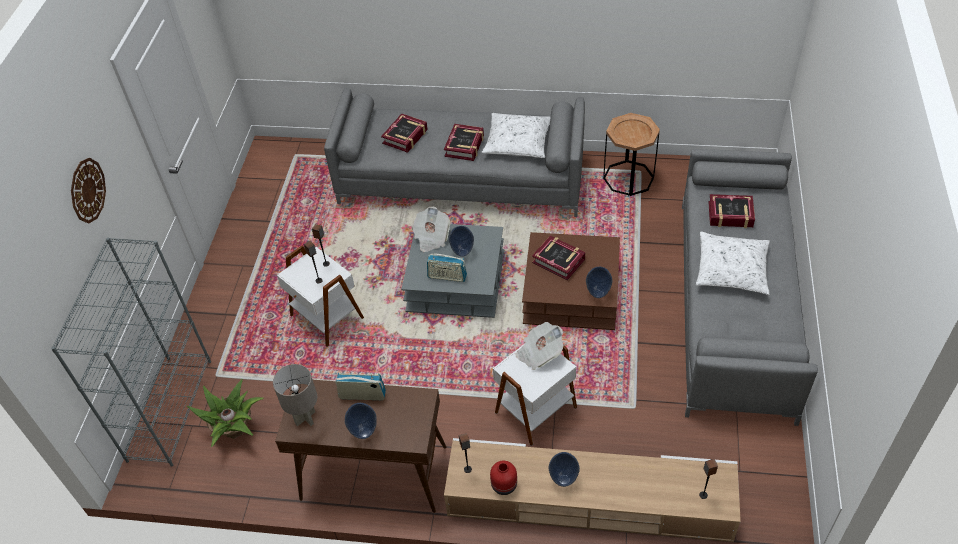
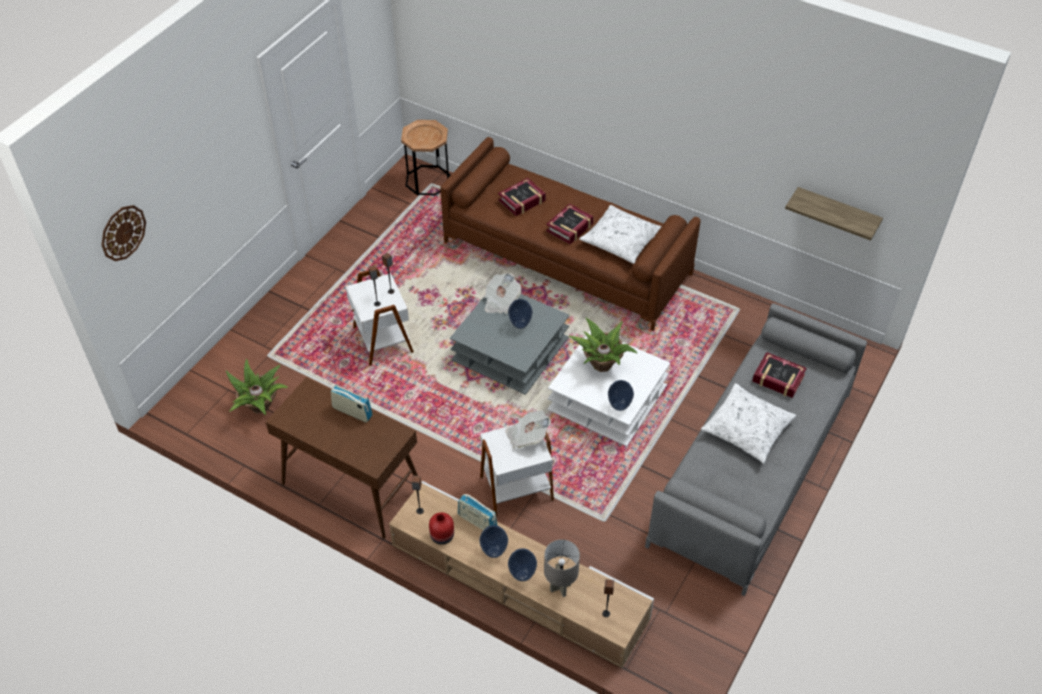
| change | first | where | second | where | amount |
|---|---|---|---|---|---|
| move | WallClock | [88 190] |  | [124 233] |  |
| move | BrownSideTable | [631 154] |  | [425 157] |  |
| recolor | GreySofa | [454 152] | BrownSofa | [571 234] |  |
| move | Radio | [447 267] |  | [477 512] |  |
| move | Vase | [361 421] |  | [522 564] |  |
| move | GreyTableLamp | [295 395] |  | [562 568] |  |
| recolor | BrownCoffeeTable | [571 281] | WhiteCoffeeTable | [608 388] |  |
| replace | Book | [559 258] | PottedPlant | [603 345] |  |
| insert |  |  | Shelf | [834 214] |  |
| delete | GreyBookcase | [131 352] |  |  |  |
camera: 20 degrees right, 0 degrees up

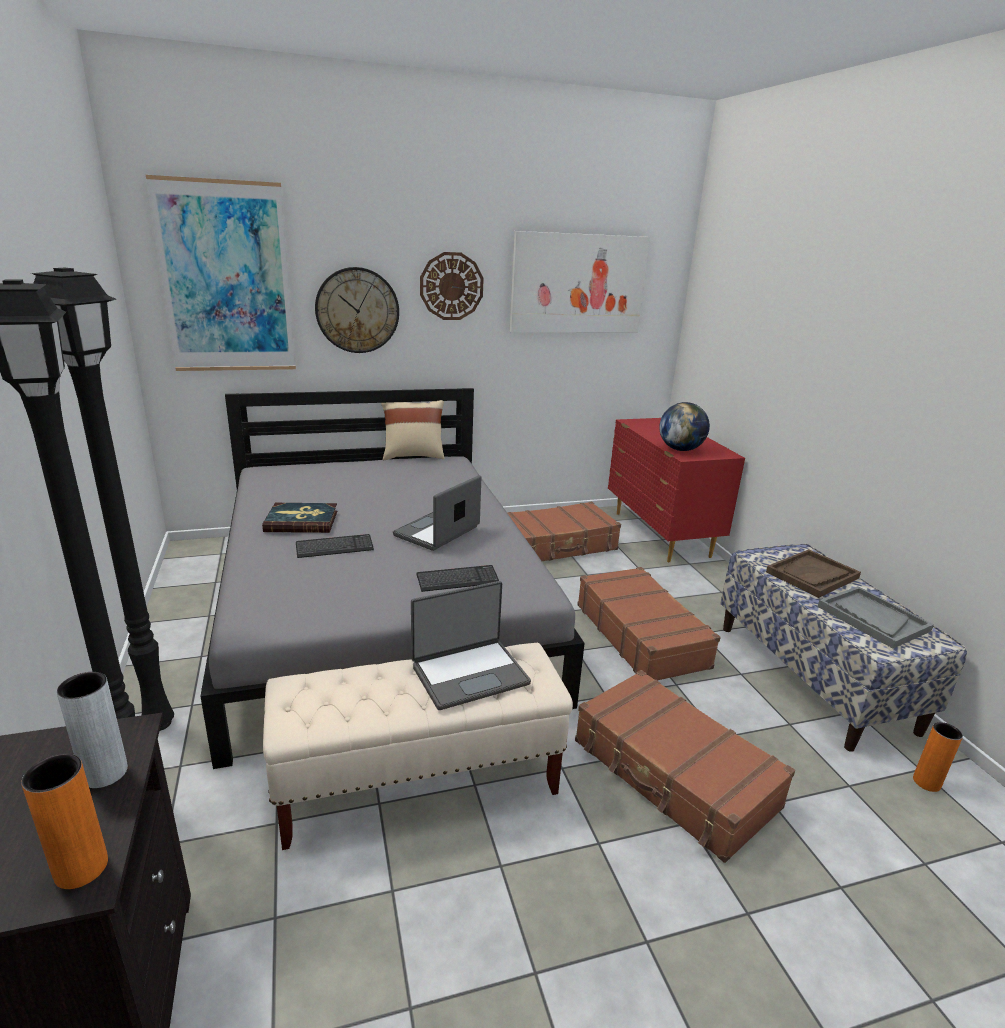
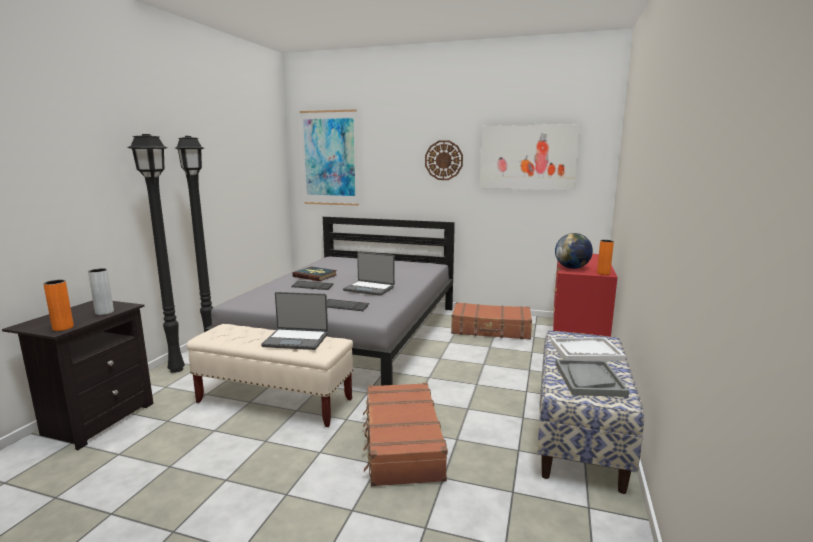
| change | first | where | second | where | amount |
|---|---|---|---|---|---|
| rotate | Laptop | [437 513] |  | [369 274] | 135 degrees counterclockwise |
| recolor | BrownTray | [813 573] | WhiteTray | [588 349] |  |
| move | OrangeVase | [938 757] |  | [605 257] |  |
| delete | WallClock | [357 310] |  |  |  |
| delete | BeigePillow | [413 430] |  |  |  |
| delete | BrownSuitcase | [649 623] |  |  |  |
camera: 35 degrees right, 10 degrees down

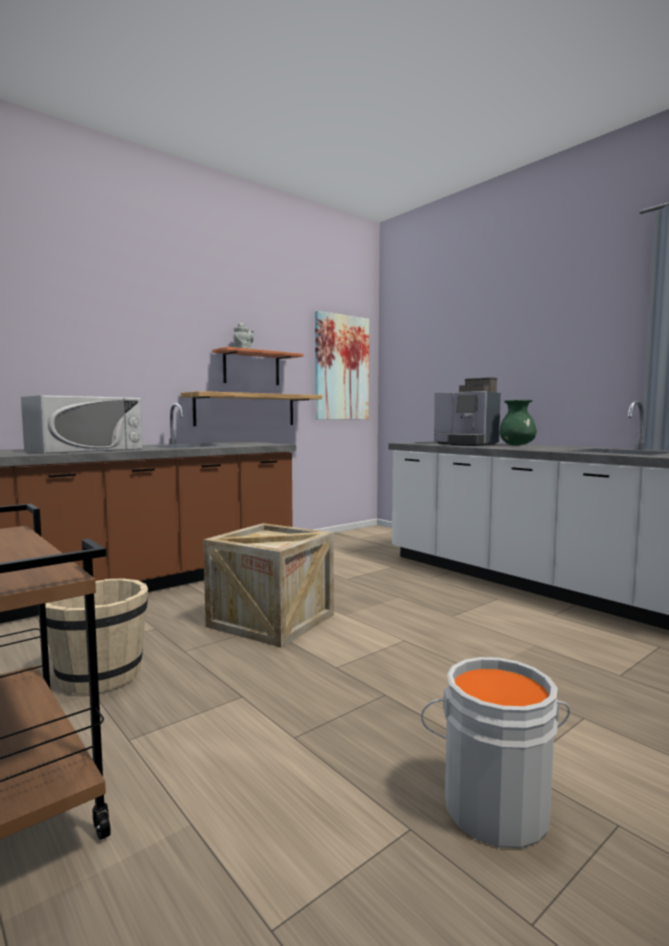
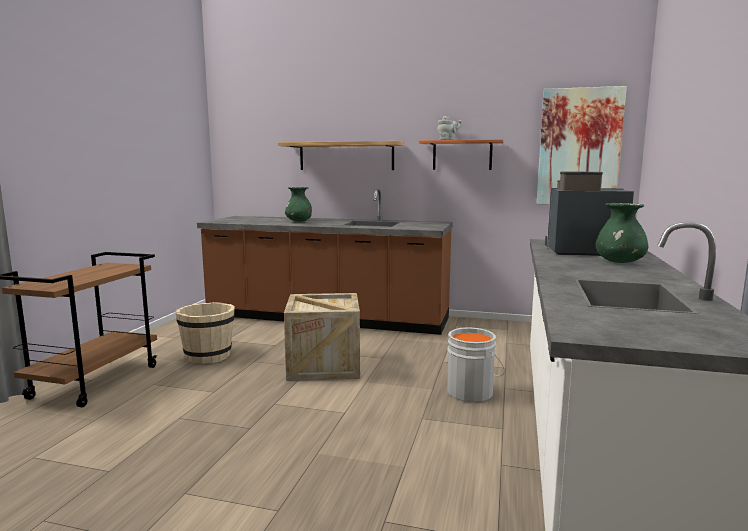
| change | first | where | second | where | amount |
|---|---|---|---|---|---|
| move | Shelf | [251 408] |  | [341 155] |  |
| replace | WhiteMicrowave | [82 424] | GreenVase | [298 204] |  |
| move | GreyBucket | [495 752] |  | [476 364] |  |
| rotate | CoffeeMachine | [467 411] |  | [589 214] | 90 degrees clockwise |
camera: 55 degrees right, 5 degrees up

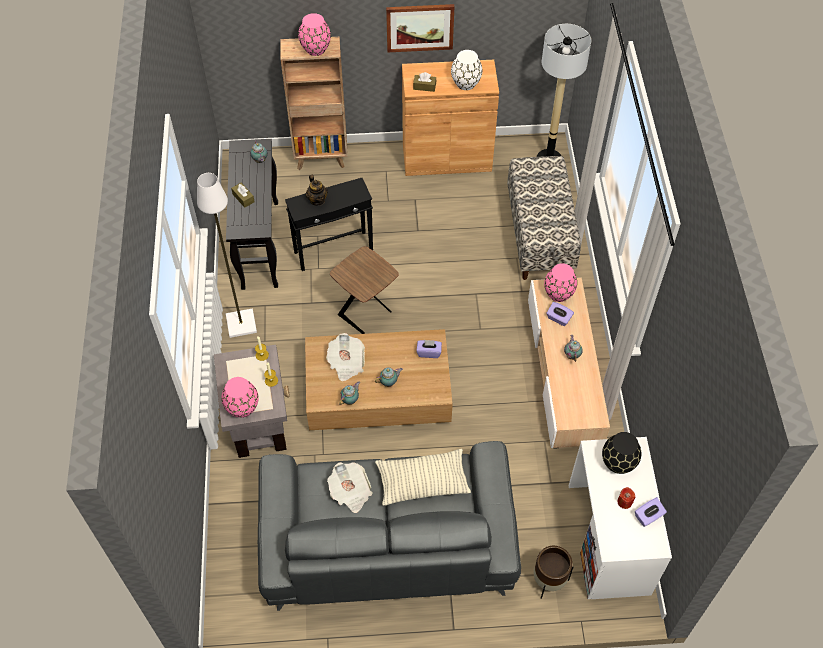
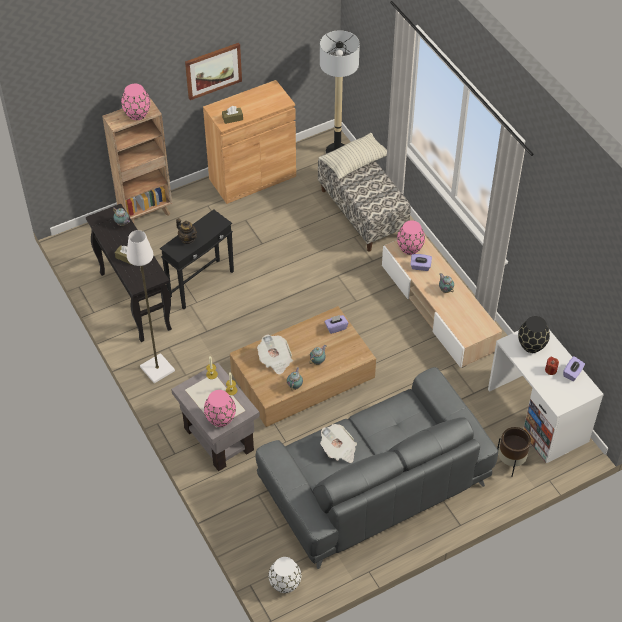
| change | first | where | second | where | amount |
|---|---|---|---|---|---|
| move | WhiteVase | [466 70] |  | [285 575] |  |
| move | Pillow | [423 477] |  | [353 156] |  |
| delete | BrownSideTable | [364 290] |  |  |  |
camera: 25 degrees left, 5 degrees down

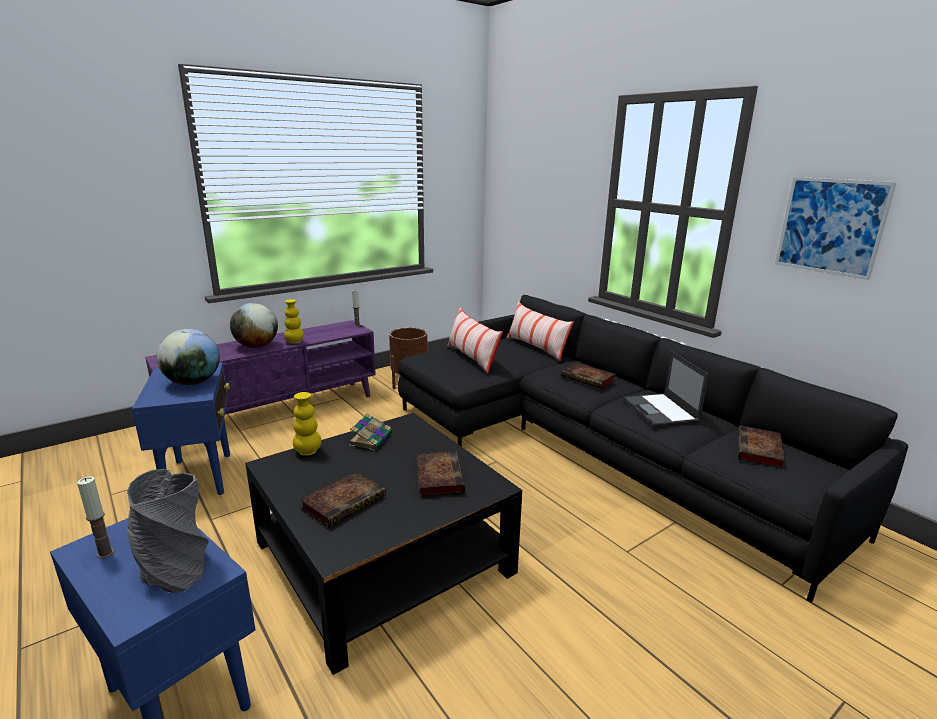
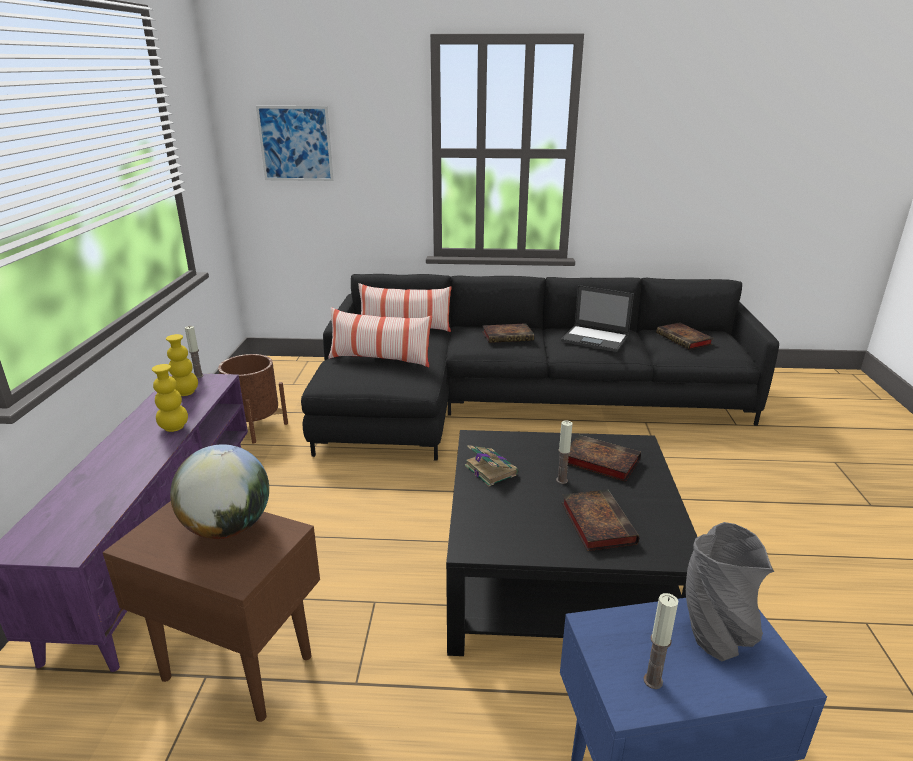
| change | first | where | second | where | amount |
|---|---|---|---|---|---|
| recolor | BlueSideTable | [181 430] | BrownSideTable | [211 611] |  |
| move | YellowVase | [307 424] |  | [182 365] |  |
| move | Picture | [836 228] |  | [294 143] |  |
| insert |  |  | Candle | [564 452] |  |
| delete | Globe | [254 325] |  |  |  |
camera: 50 degrees left, 5 degrees up

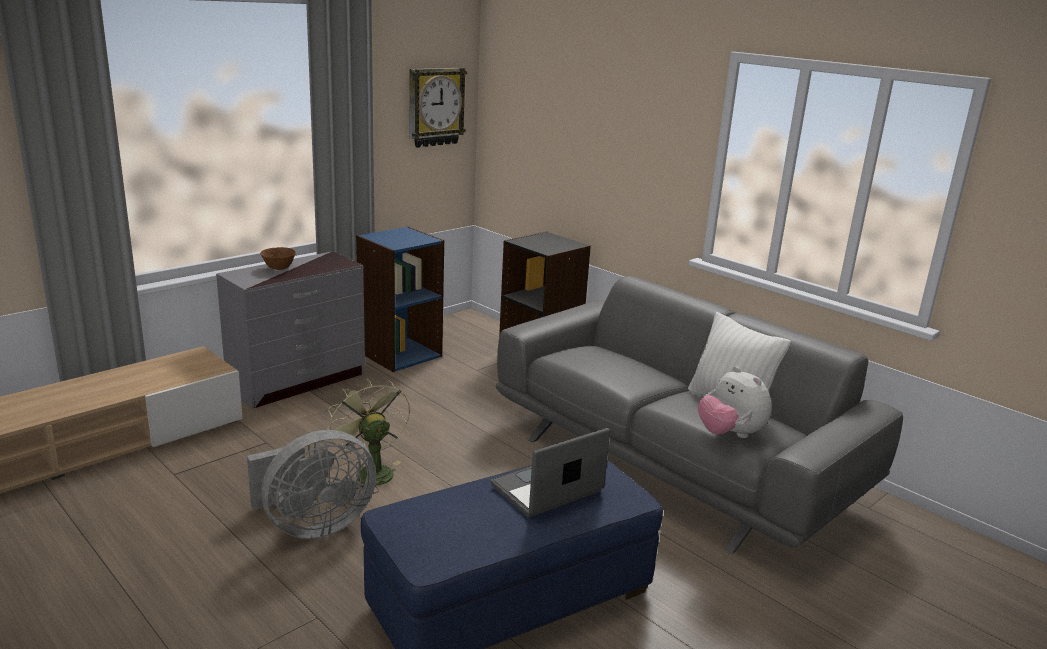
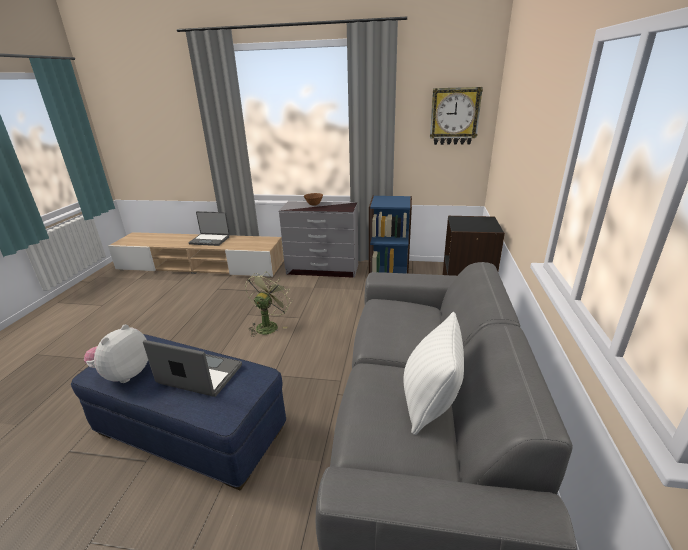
| change | first | where | second | where | amount |
|---|---|---|---|---|---|
| move | PlushToy | [735 402] |  | [116 353] |  |
| insert |  |  | Laptop | [209 228] |  |
| delete | GreyFan | [311 484] |  |  |  |
camera: 55 degrees right, 5 degrees up

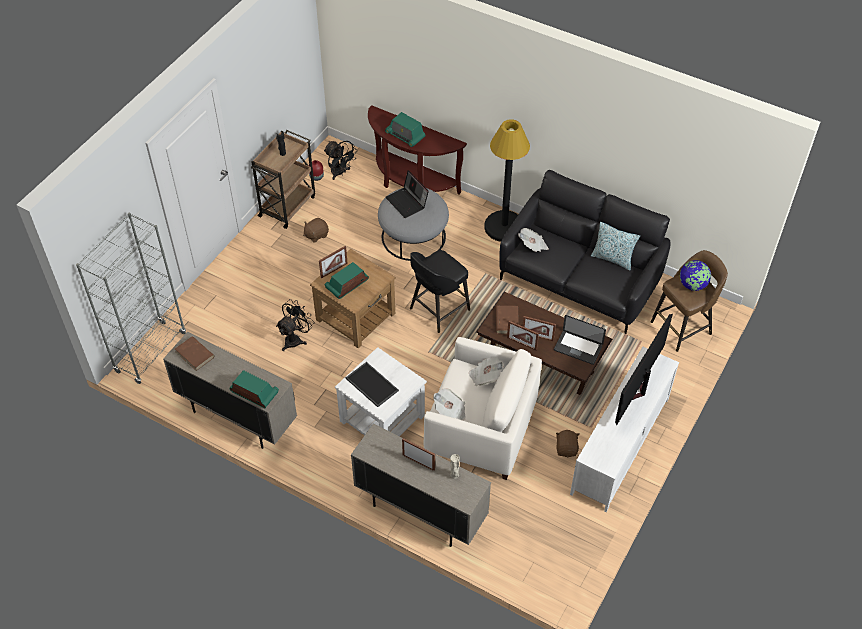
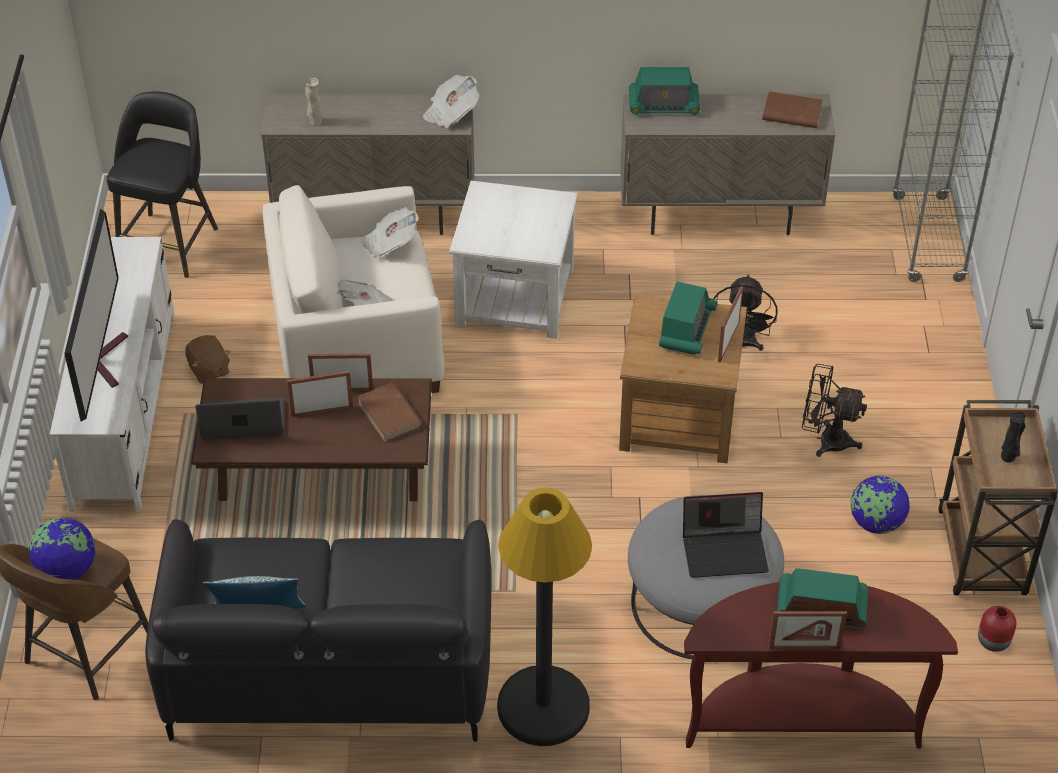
| change | first | where | second | where | amount |
|---|---|---|---|---|---|
| move | BlackStool | [440 291] |  | [162 185] |  |
| move | Newspaper | [533 240] |  | [451 101] |  |
| rotate | Laptop | [407 194] |  | [726 535] | 150 degrees clockwise |
| move | PictureFrame | [418 454] |  | [808 630] |  |
| move | BlackFan | [340 160] |  | [834 410] |  |
| replace | BrownPlushToy | [316 230] | Globe | [880 505] |  |
| delete | Tray | [372 384] |  |  |  |
camera: 150 degrees right, 5 degrees down

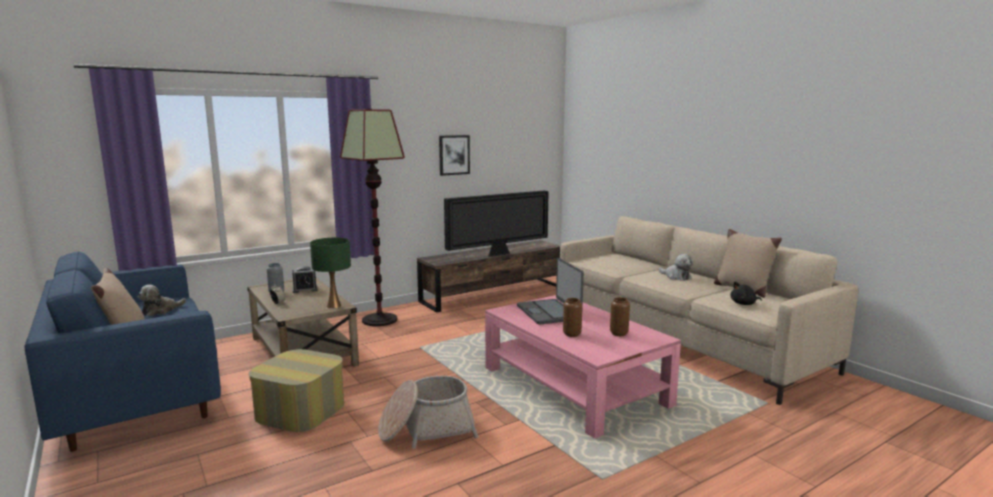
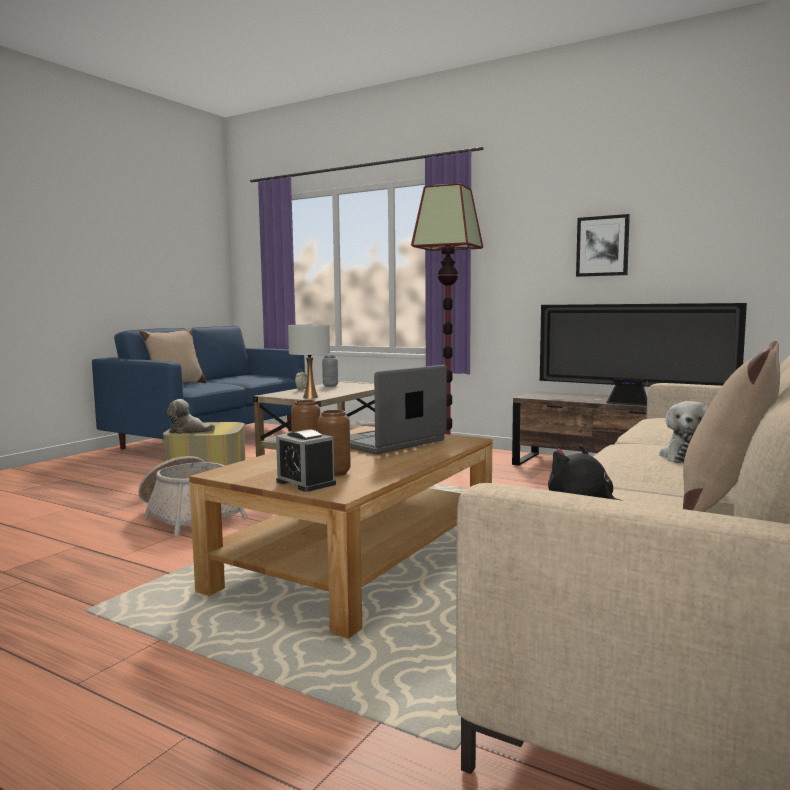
| change | first | where | second | where | amount |
|---|---|---|---|---|---|
| move | PlushToy | [162 300] |  | [191 416] |  |
| recolor | PinkCoffeeTable | [583 367] | BrownCoffeeTable | [340 532] |  |
| move | AlarmClock | [305 279] |  | [306 460] |  |
| recolor | GreenTableLamp | [330 273] | WhiteTableLamp | [309 361] |  |
camera: 65 degrees right, 5 degrees down

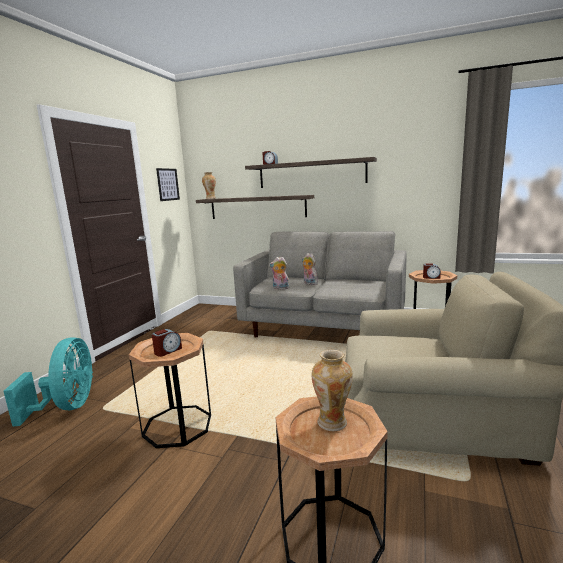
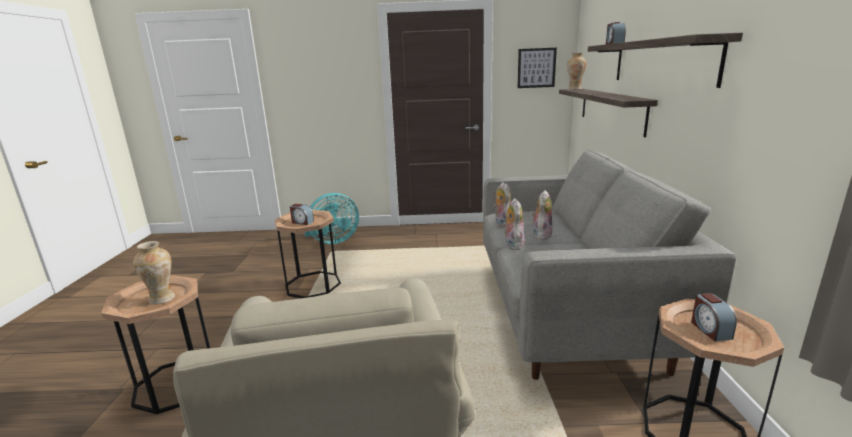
| change | first | where | second | where | amount |
|---|---|---|---|---|---|
| insert |  |  | PlushToy | [514 224] |  |
camera: 70 degrees right, 5 degrees up

